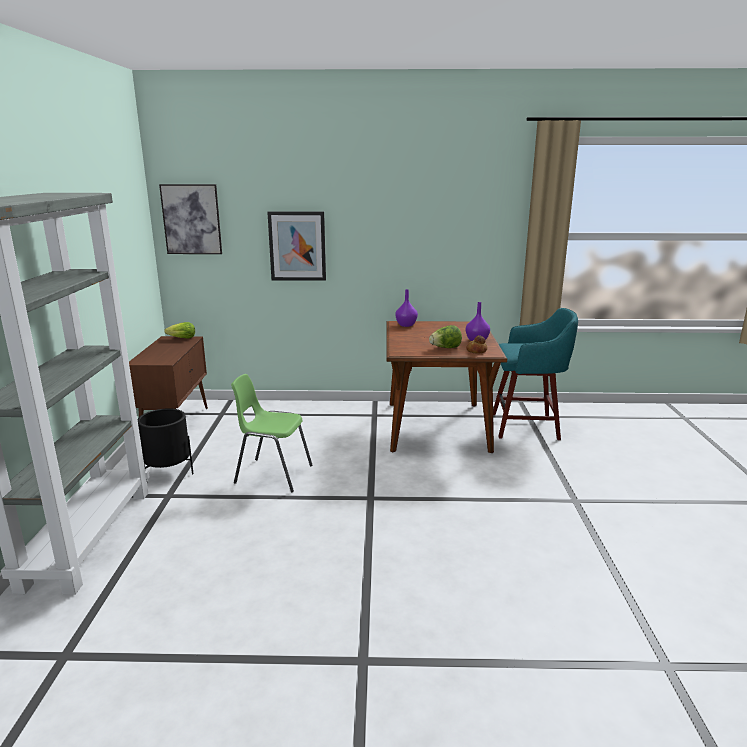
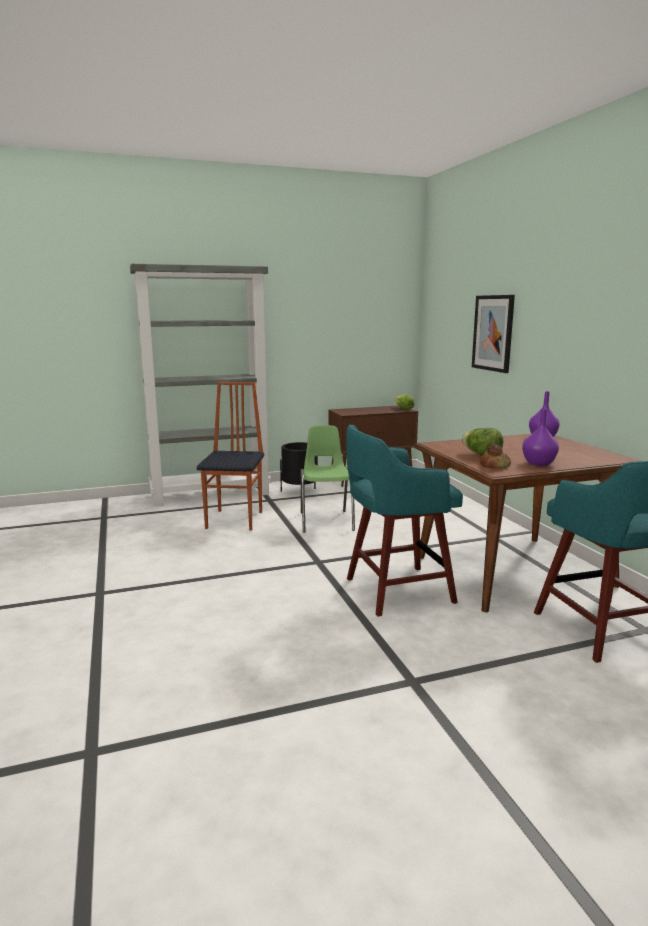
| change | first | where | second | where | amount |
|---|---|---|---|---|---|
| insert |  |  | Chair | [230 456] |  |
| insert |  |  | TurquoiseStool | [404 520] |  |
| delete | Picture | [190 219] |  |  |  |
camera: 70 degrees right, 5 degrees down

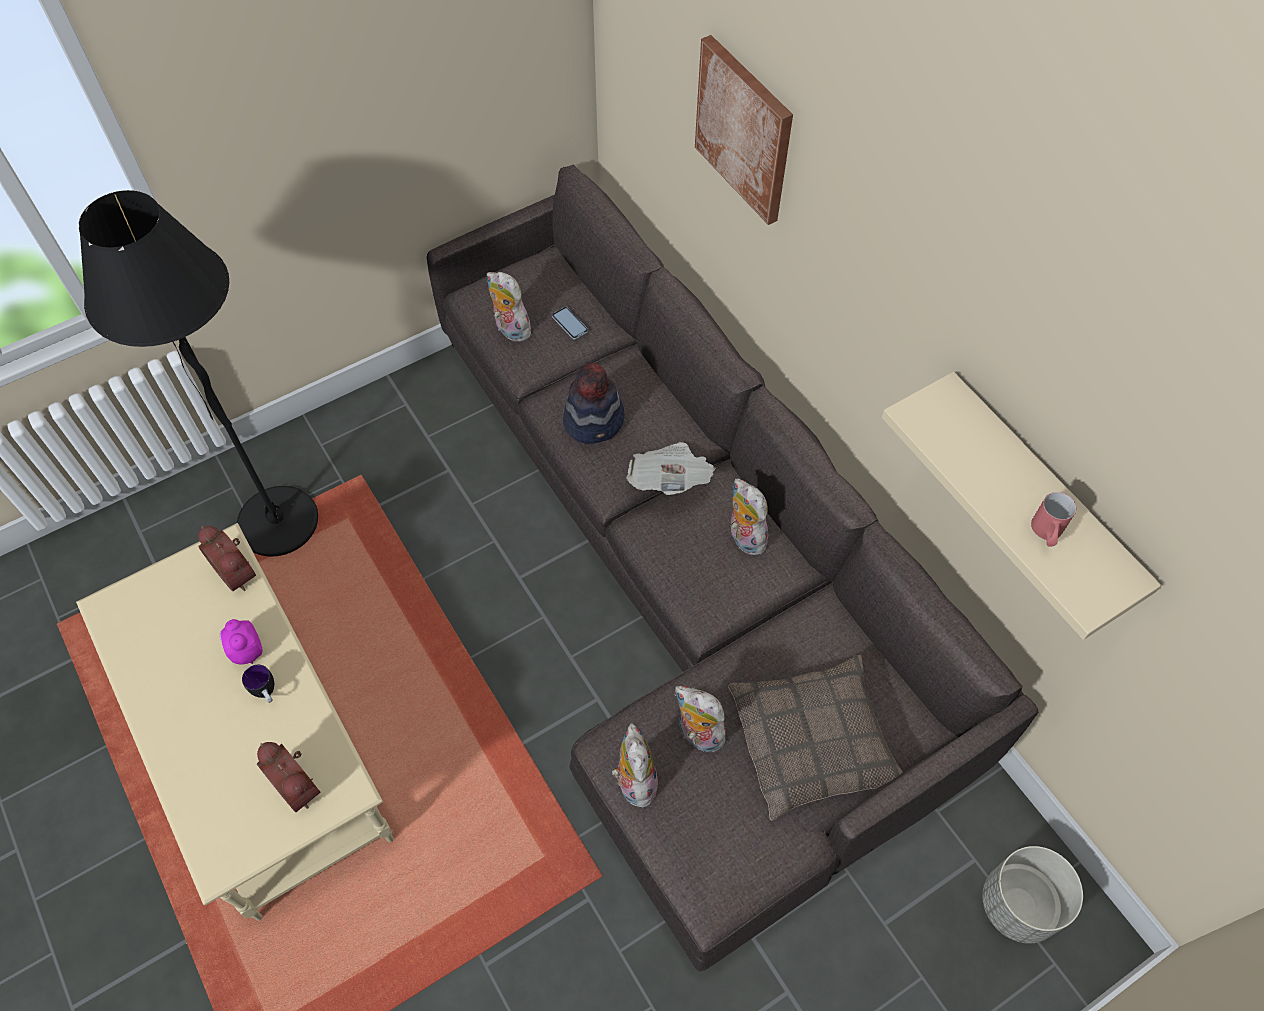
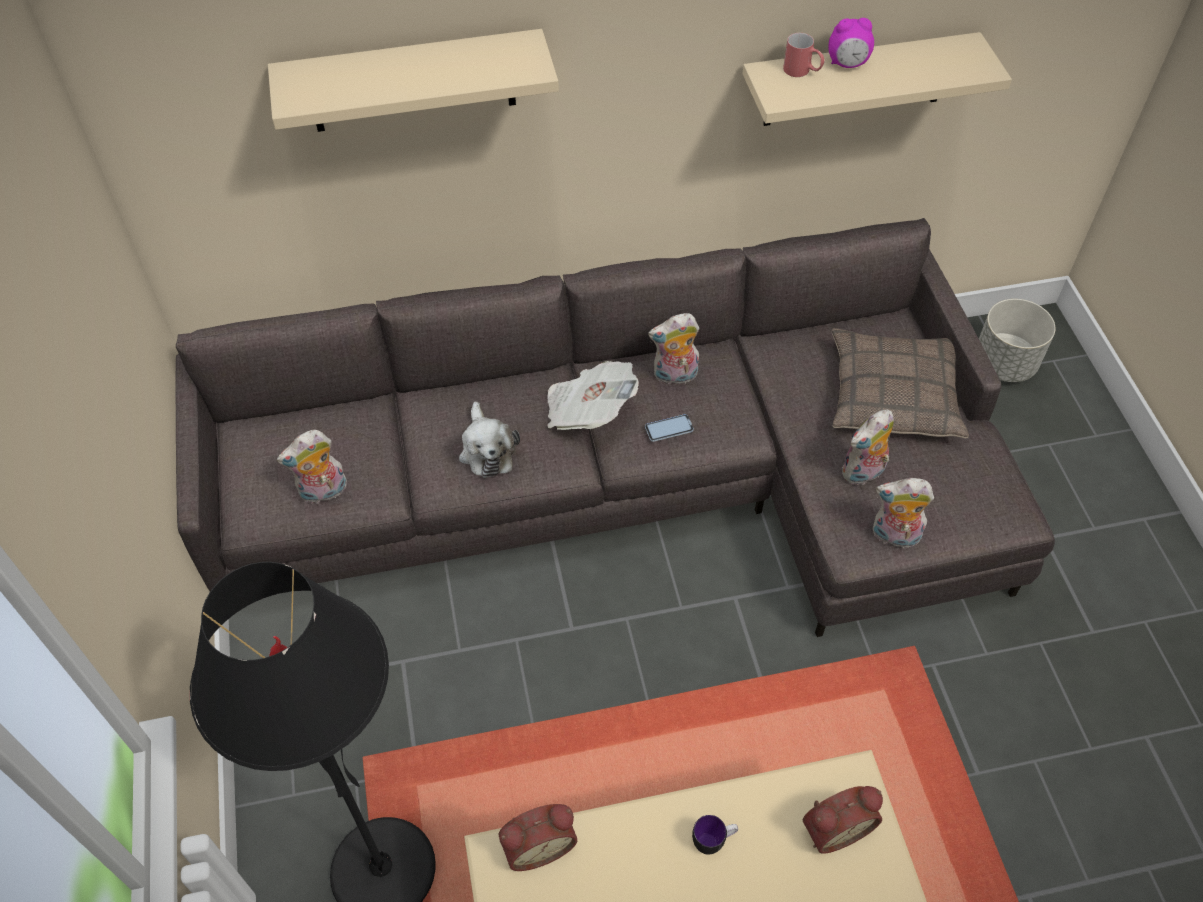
| change | first | where | second | where | amount |
|---|---|---|---|---|---|
| replace | Picture | [744 130] | BeigeShelf | [413 80] |  |
| replace | Hat | [594 403] | PlushToy | [489 440] |  |
| move | Phone | [570 323] |  | [669 428] |  |
| move | RedMug | [1053 519] |  | [804 55] |  |
| move | AlarmClock | [241 642] |  | [851 43] |  |
camera: 70 degrees left, 5 degrees down

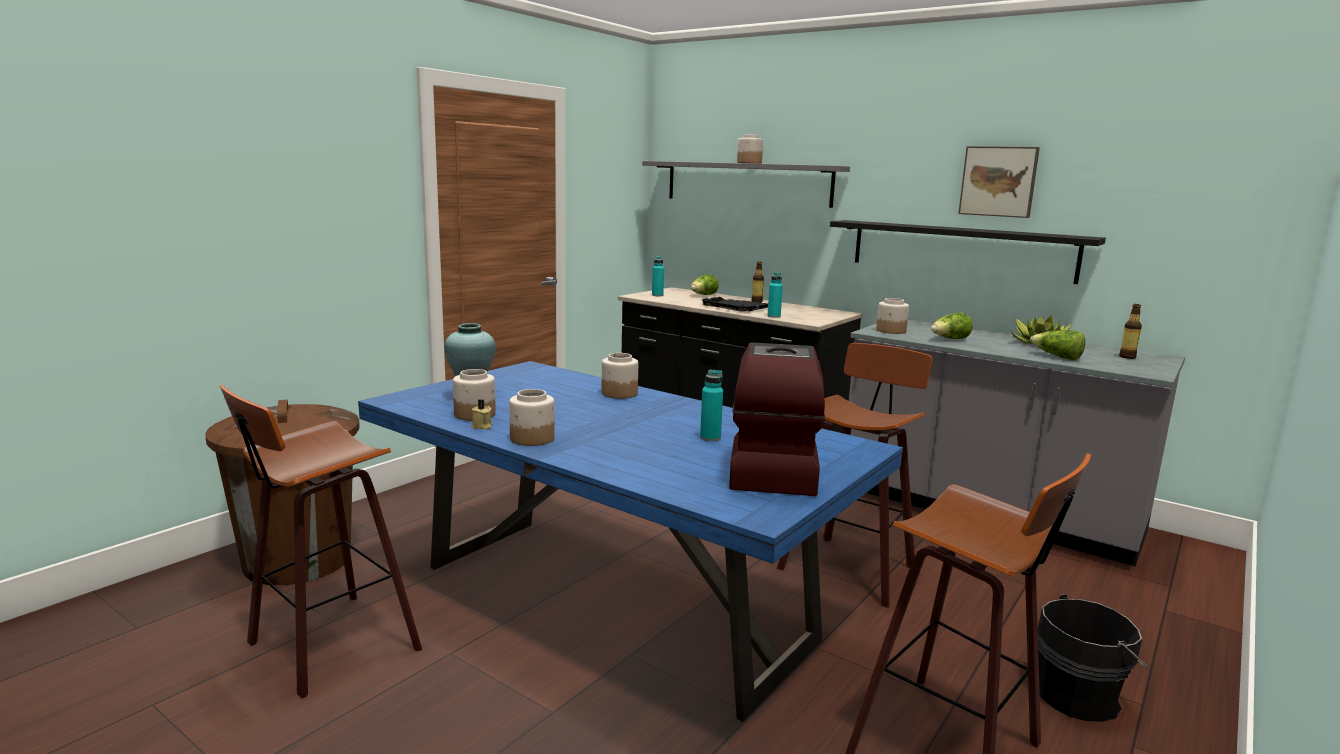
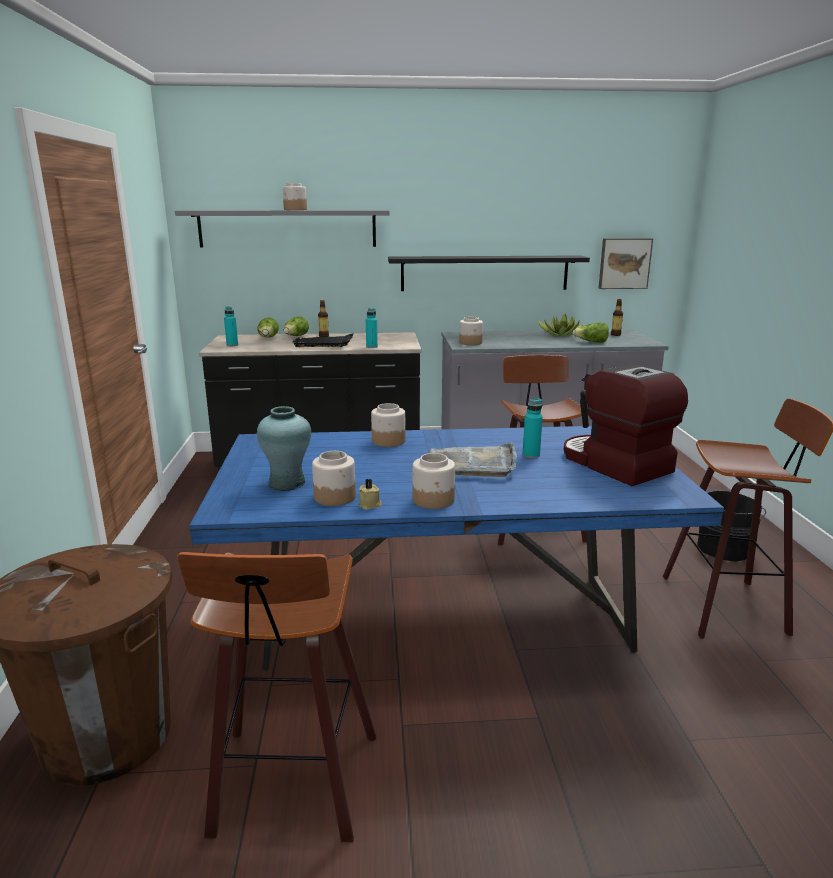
| change | first | where | second | where | amount |
|---|---|---|---|---|---|
| move | Lettuce | [952 325] |  | [296 326] |  |
| insert |  |  | GreyTray | [472 459] |  |
| move | Picture | [999 182] |  | [626 263] |  |
camera: 40 degrees left, 5 degrees up

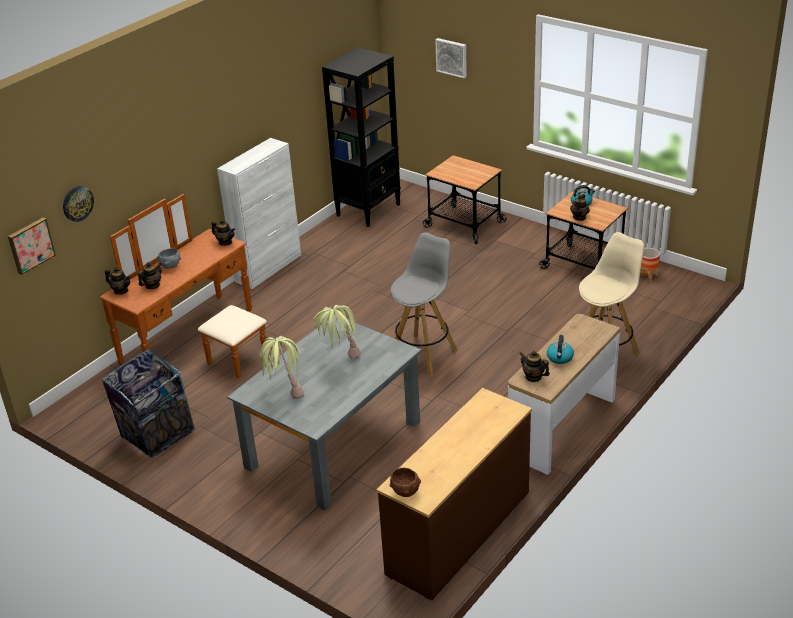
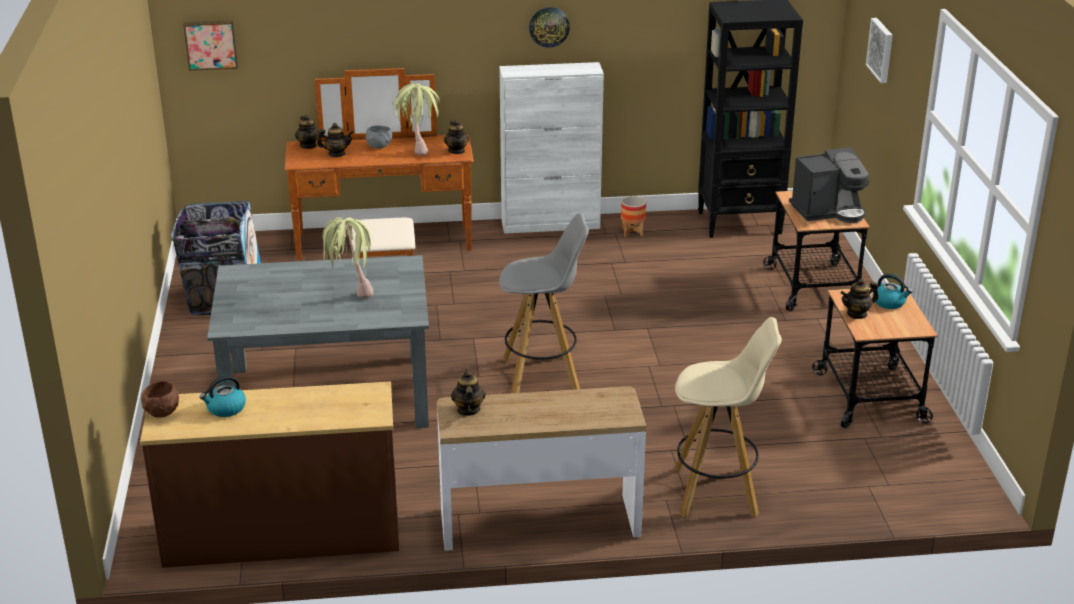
| change | first | where | second | where | amount |
|---|---|---|---|---|---|
| move | Kettle | [560 349] |  | [223 396] |  |
| move | PottedPlant | [281 367] |  | [416 119] |  |
| move | WallClock | [78 204] |  | [549 27] |  |
| move | Planter | [650 265] |  | [633 216] |  |
| insert |  |  | CoffeeMachine | [829 185] |  |
camera: 45 degrees right, 5 degrees down

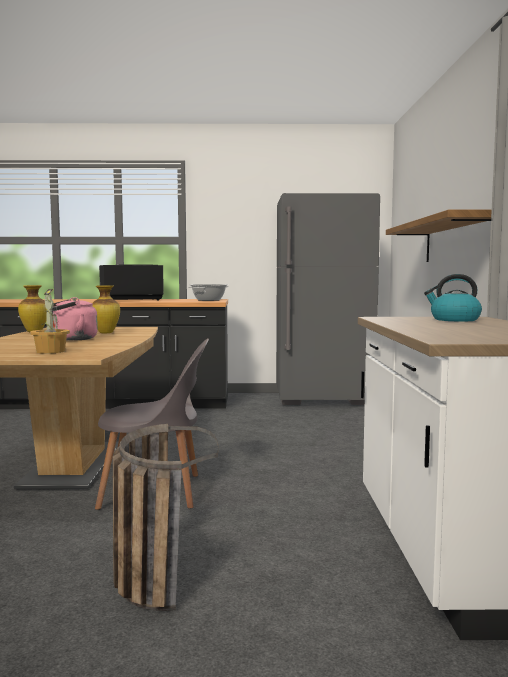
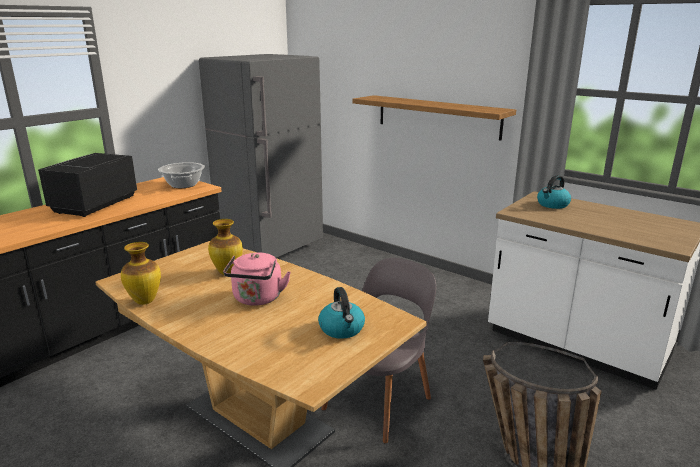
| change | first | where | second | where | amount |
|---|---|---|---|---|---|
| replace | PottedPlant | [50 321] | Kettle | [341 313] |  |
camera: 50 degrees left, 15 degrees up

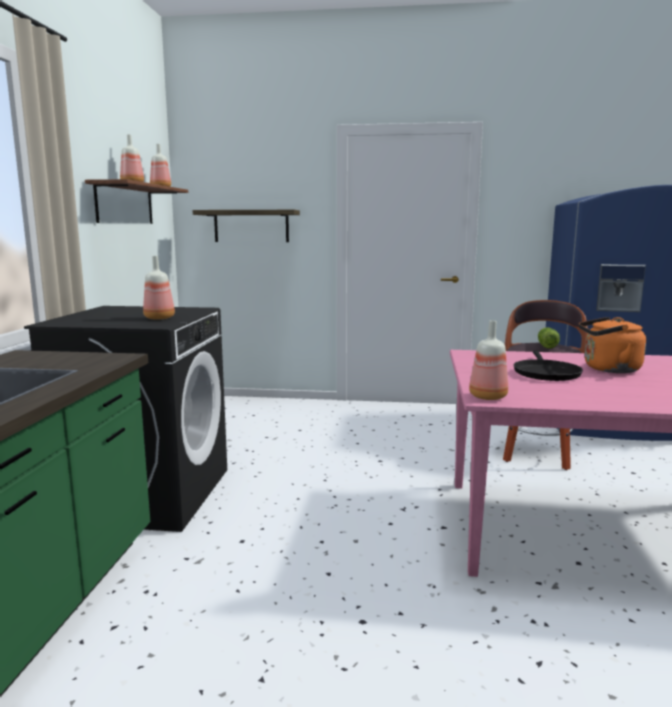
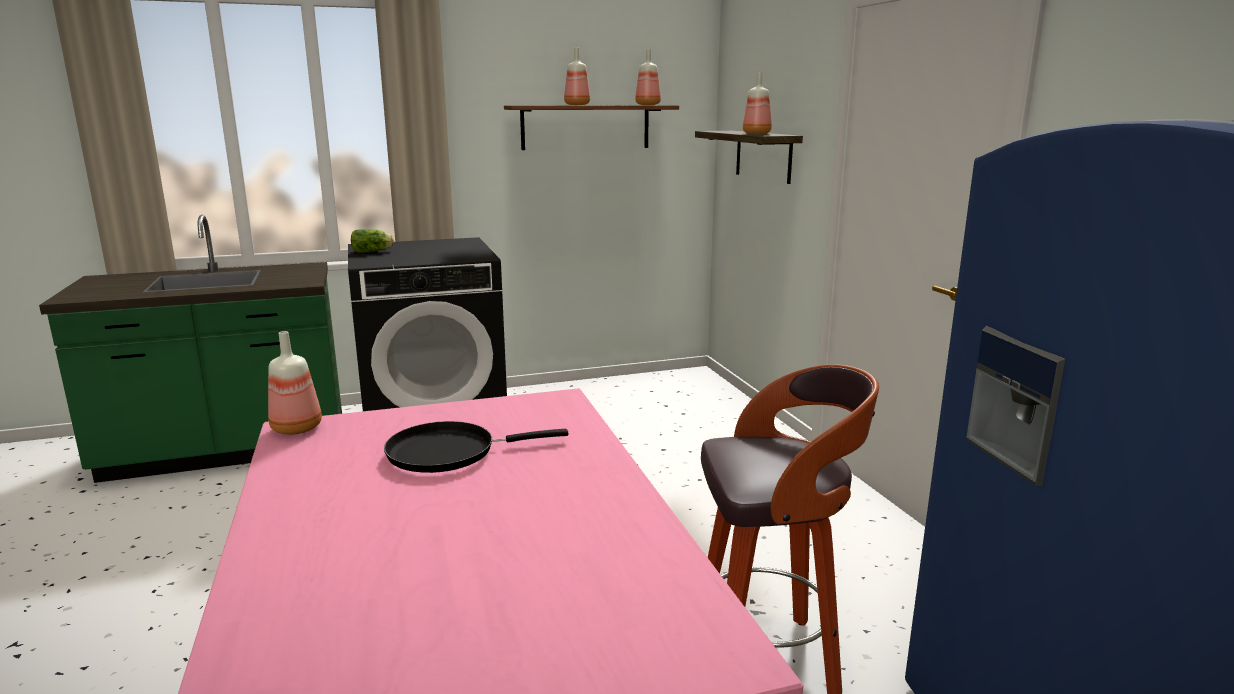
| change | first | where | second | where | amount |
|---|---|---|---|---|---|
| move | Lettuce | [549 337] |  | [372 241] |  |
| move | Bottle | [159 288] |  | [757 103] |  |
| delete | OrangeKettle | [612 345] |  |  |  |
camera: 65 degrees right, 5 degrees up

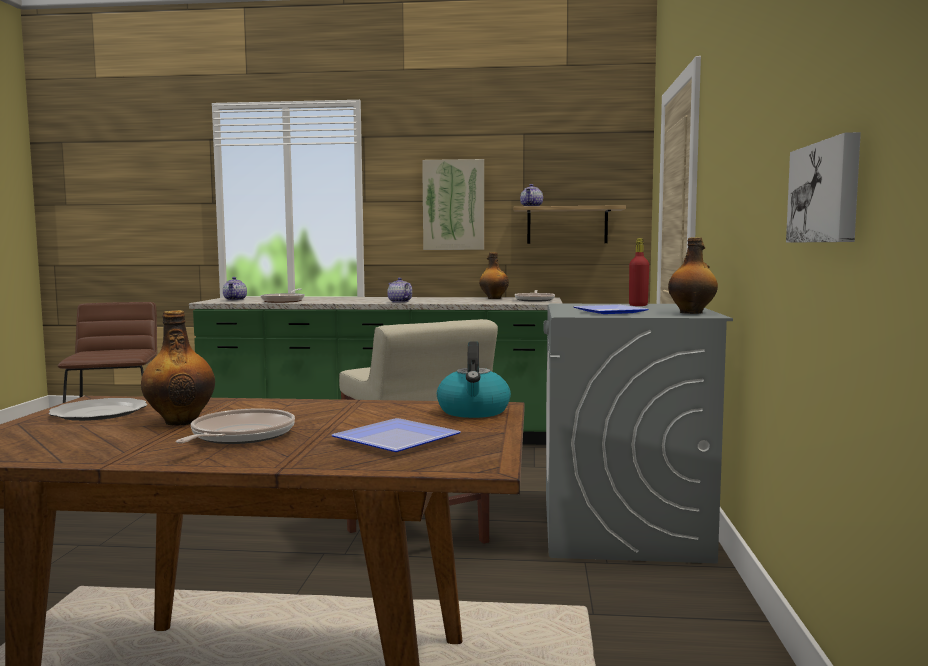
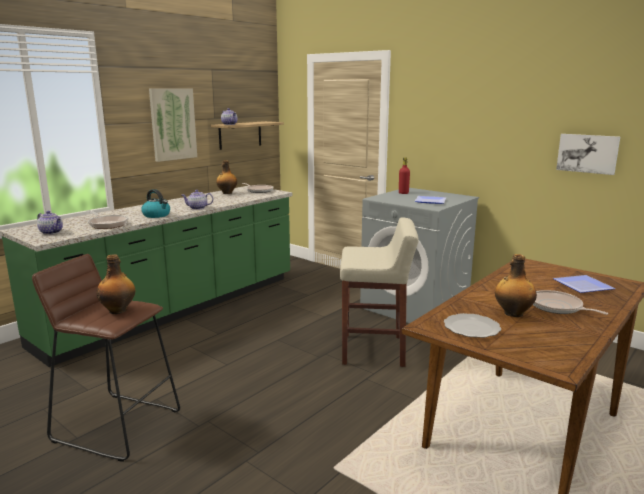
| change | first | where | second | where | amount |
|---|---|---|---|---|---|
| move | Bottle | [693 275] |  | [115 284] |  |
| move | Kettle | [474 379] |  | [155 203] |  |
camera: 55 degrees left, 10 degrees up

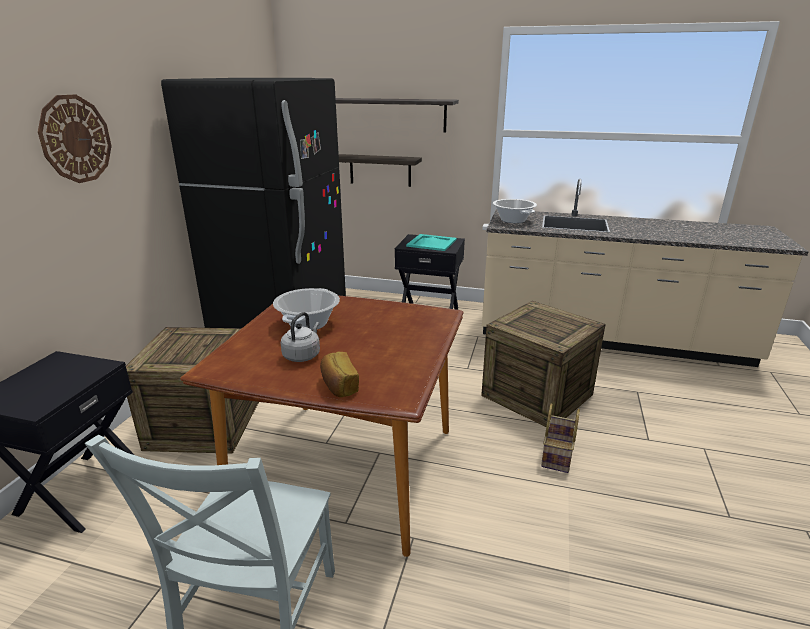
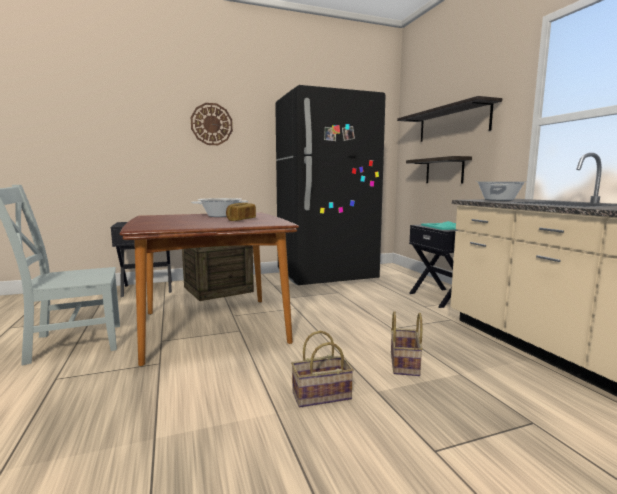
| change | first | where | second | where | amount |
|---|---|---|---|---|---|
| move | Bread | [339 374] |  | [241 212] |  |
| replace | Crate | [543 364] | Basket | [407 343] |  |
| delete | GreyKettle | [300 337] |  |  |  |
camera: 55 degrees right, 15 degrees down

